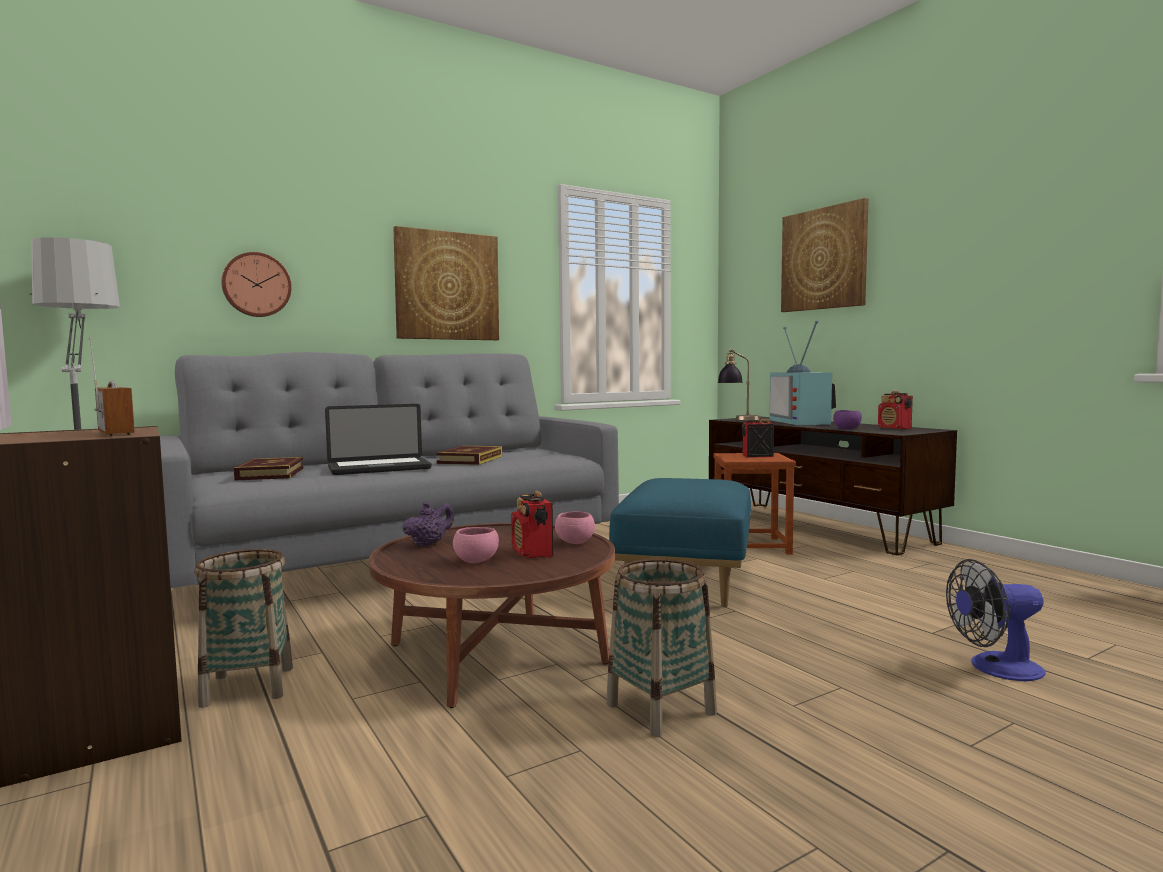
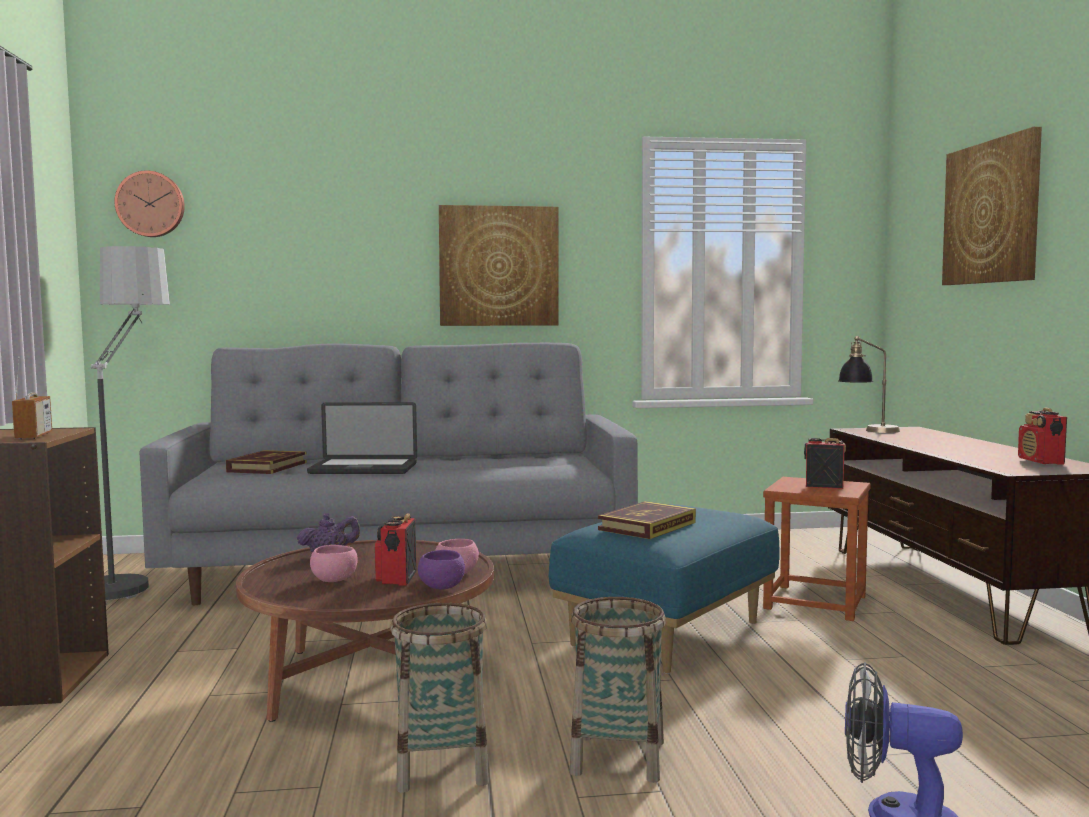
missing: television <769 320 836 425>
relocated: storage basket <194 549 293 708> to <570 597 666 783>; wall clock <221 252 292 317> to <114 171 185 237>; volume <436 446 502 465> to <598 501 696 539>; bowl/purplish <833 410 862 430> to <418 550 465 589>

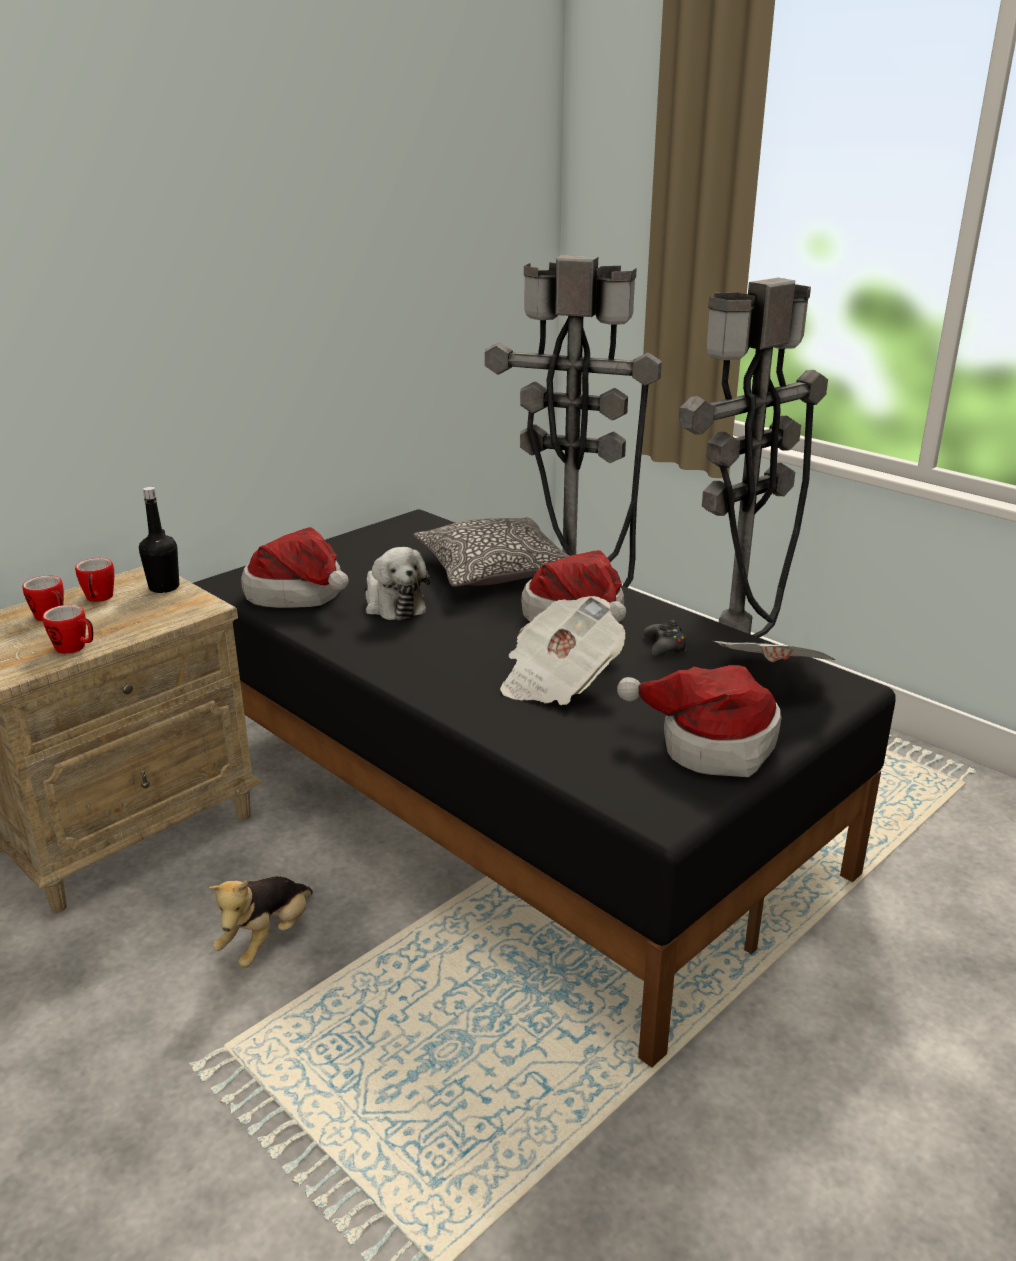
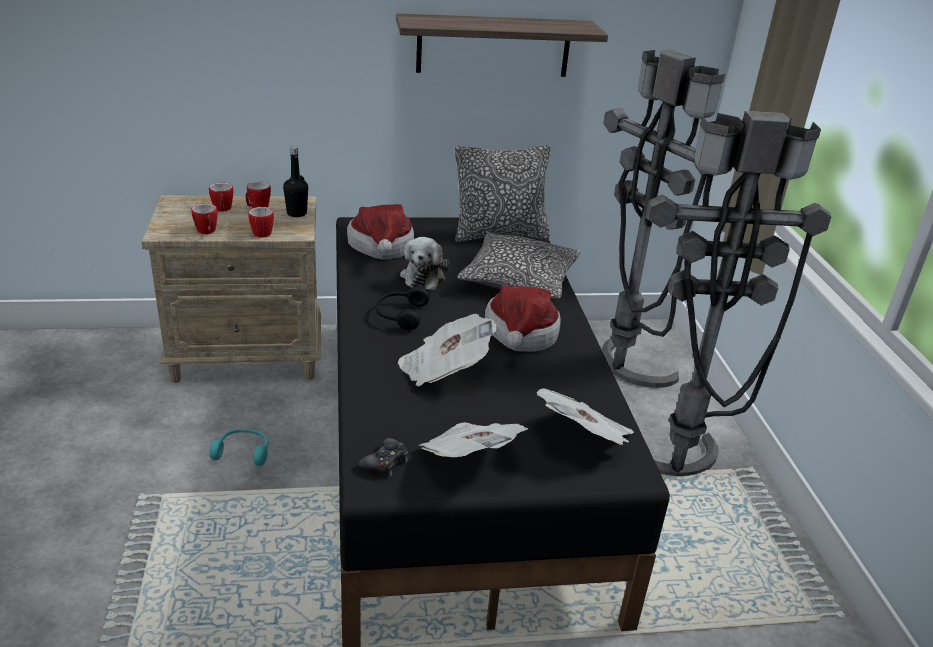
appeared: tea mug <248 206 274 238>; headset/black <376 286 430 330>; shelf <396 13 608 77>; pillow <455 145 550 242>
relocated: gamepad/black <643 620 687 656> to <359 438 408 476>
exchanged: plush toy <209 876 313 968> to headset/blue-green <209 429 268 466>; hat <617 665 781 777> to daily paper <419 422 528 457>

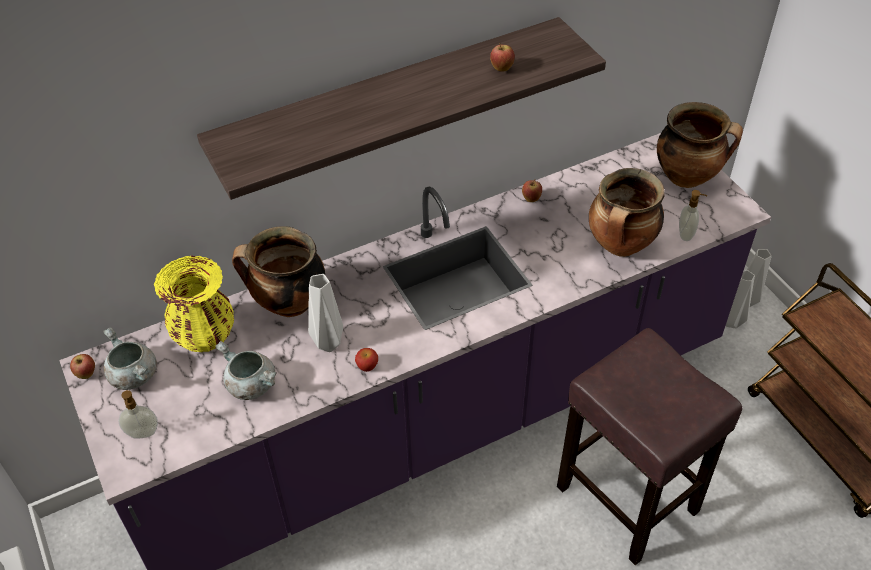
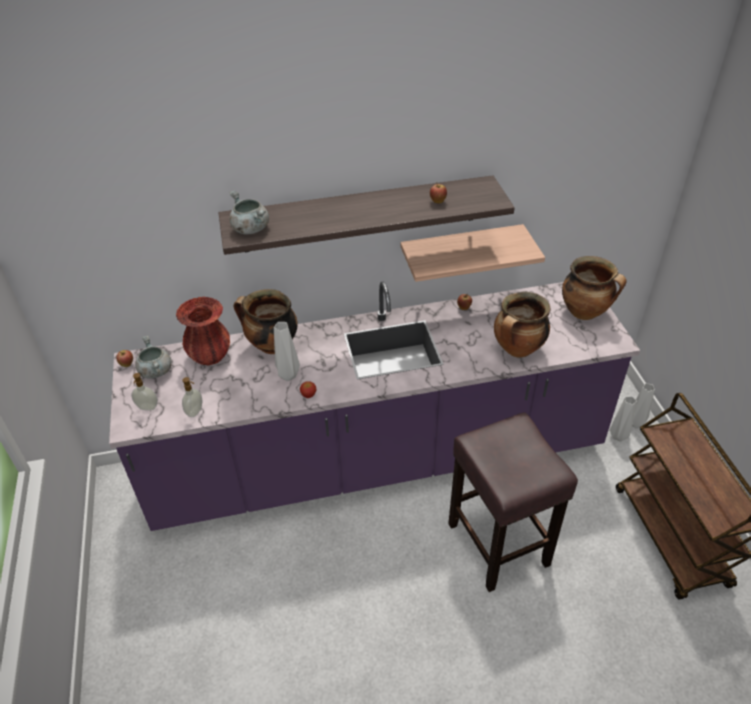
appeared: shelf <400 224 545 282>
relocated: cooking pot/grey <215 341 277 400> to <230 191 269 234>; soap bottle <679 190 707 241> to <182 377 203 417>
colour: vase/yellow-coloured <154 256 234 352> to vase/red-coloured <176 297 230 366>

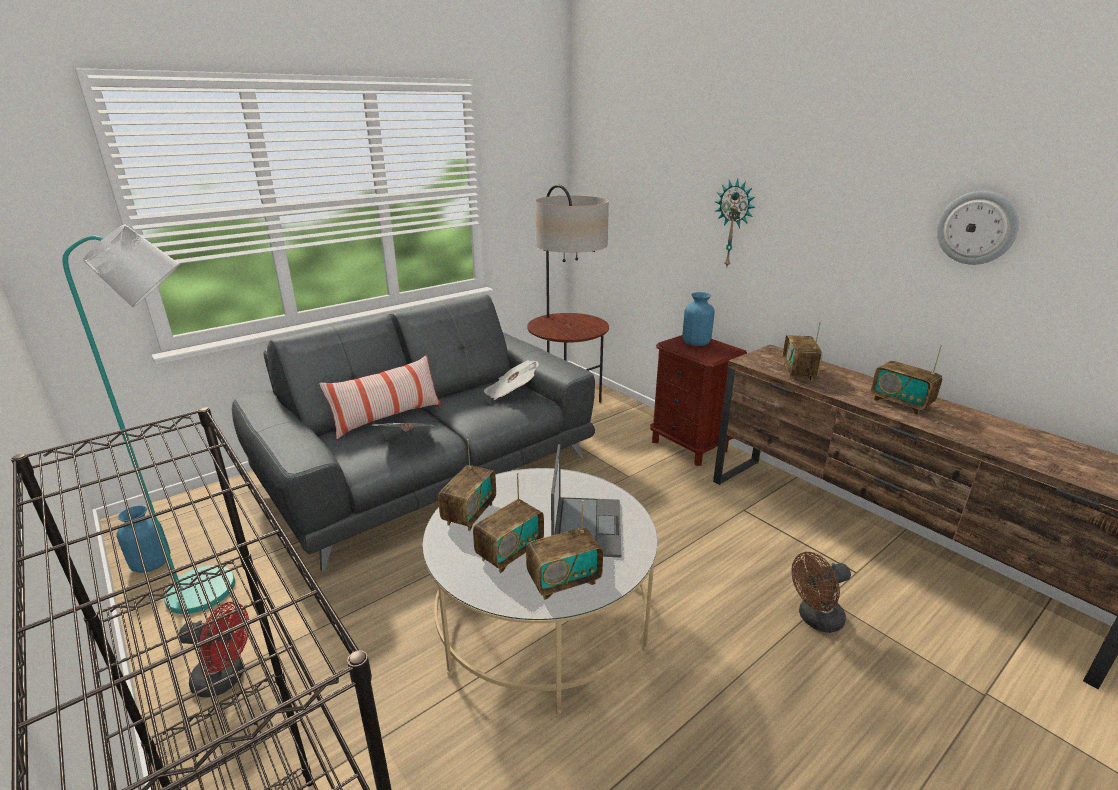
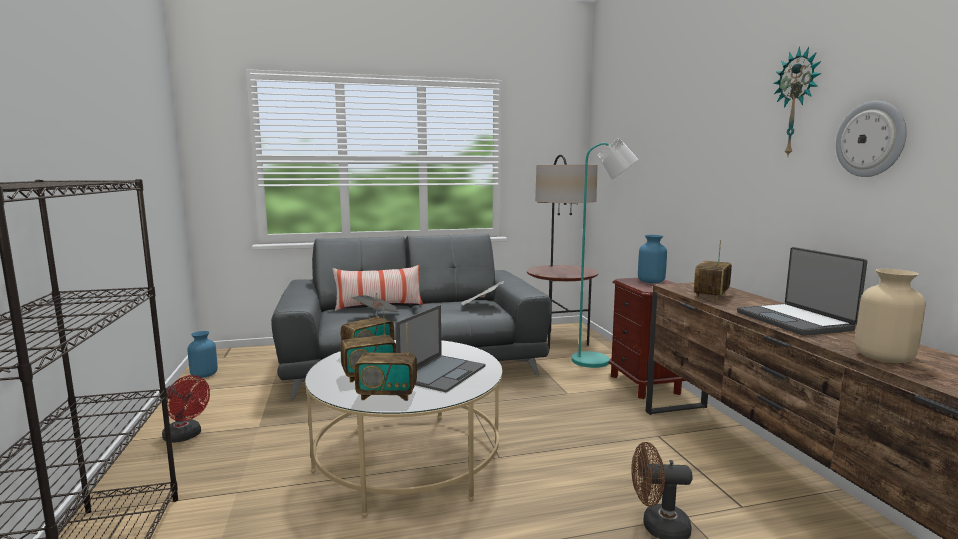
appeared: vase/beige-coloured <855 269 926 363>
relocated: standing lamp/blue-green <62 224 235 614> to <571 138 638 368>; wall clock <715 179 756 266> to <773 47 822 158>
exchanged: radio receiver <871 345 942 415> to notebook computer <737 247 867 336>

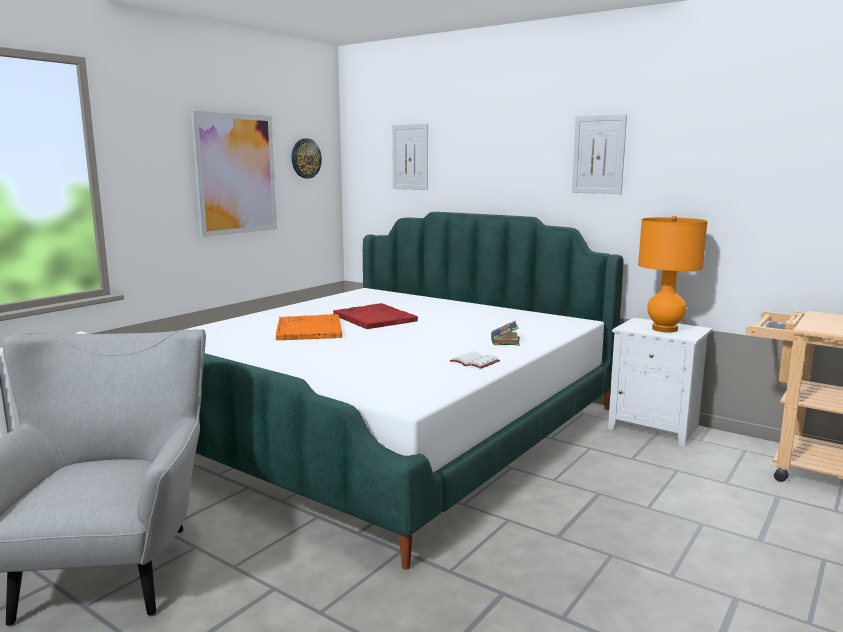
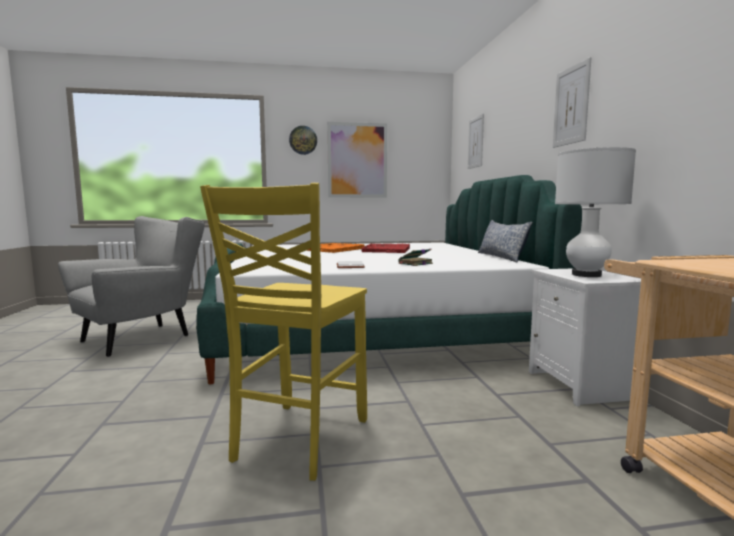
appeared: plain chair/yellow-coloured <200 183 367 481>; pillow <478 220 533 263>
relocated: wall clock <292 138 322 178> to <289 126 317 155>
colour: lamp for a table/orangey <638 215 708 332> to lamp for a table/white-coloured <555 147 636 277>

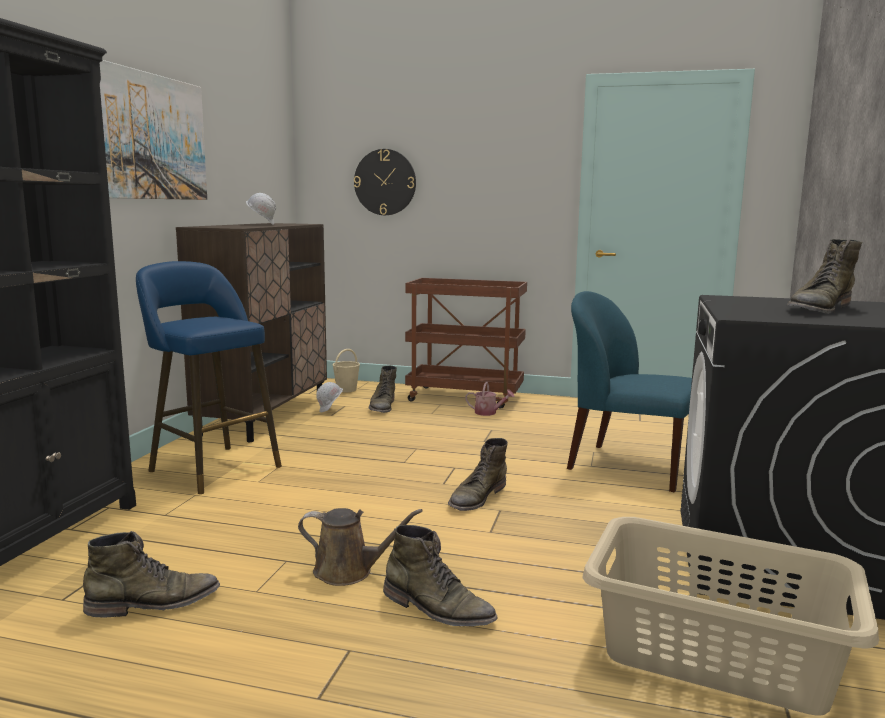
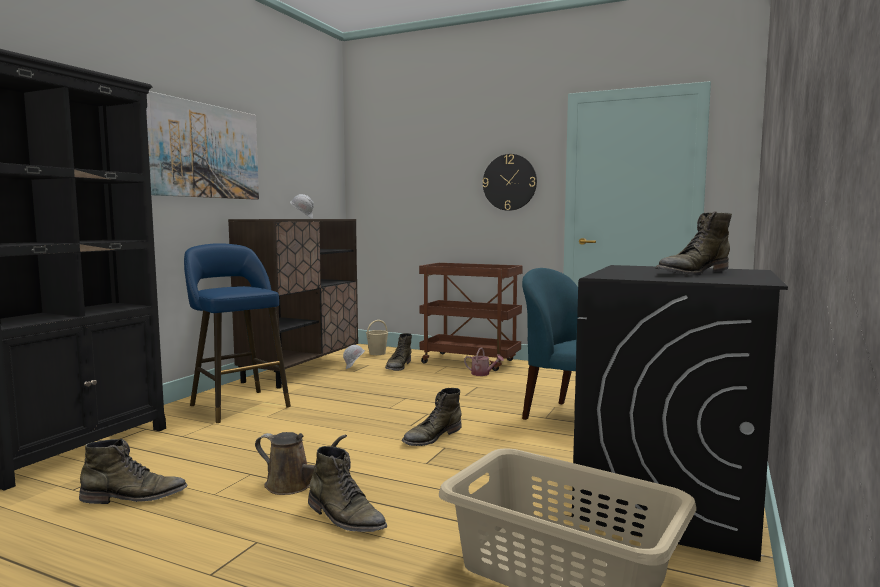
relocated: wall clock <354 149 416 215> to <483 154 537 211>

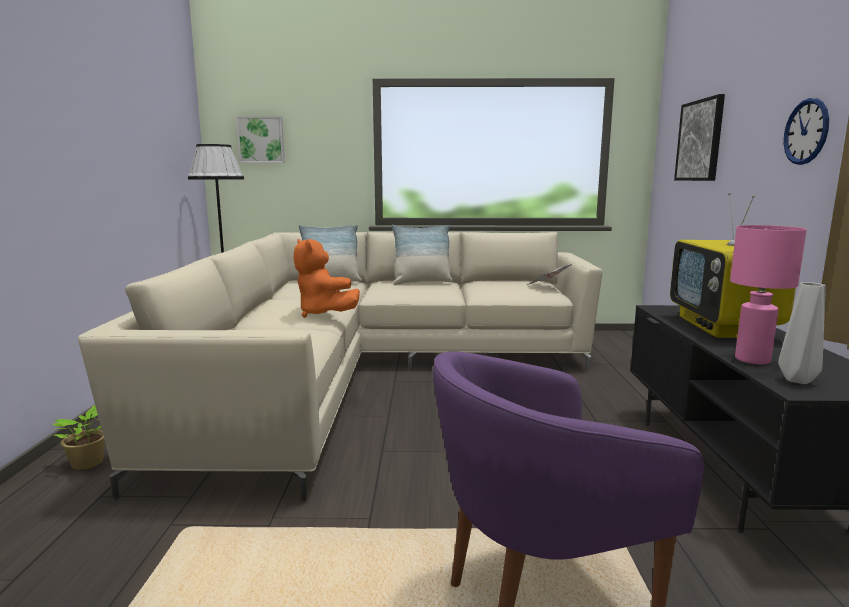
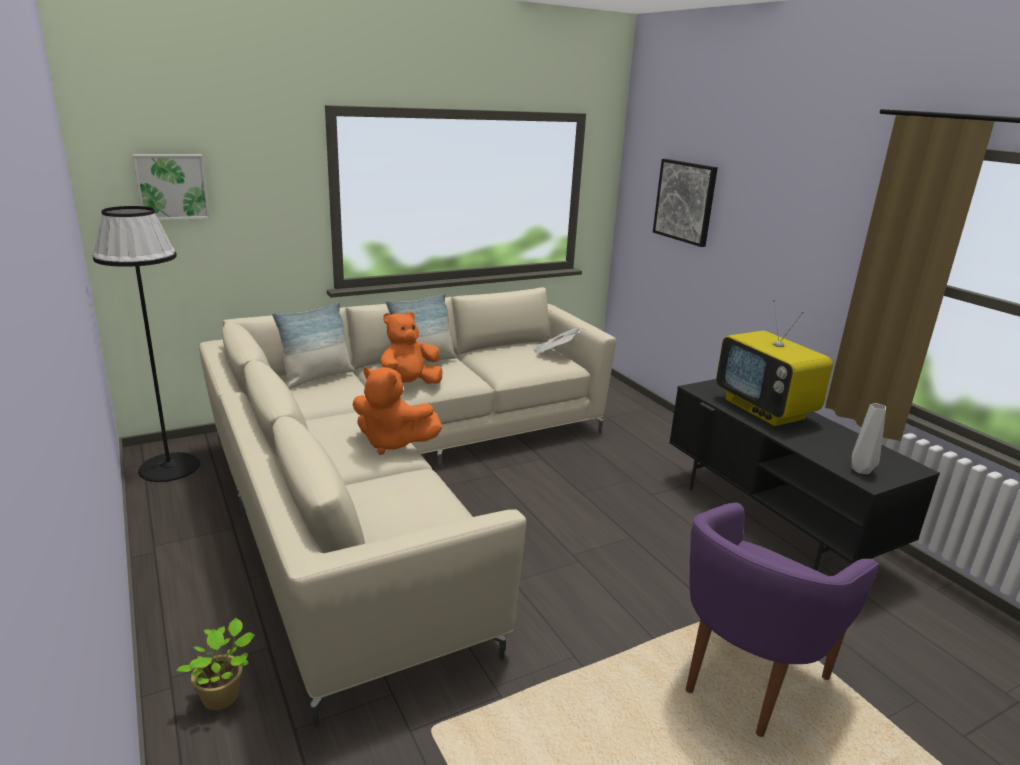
missing: lamp for a table/pinkish <730 225 807 365>; wall clock <784 98 829 165>
appeared: plush toy/orangey <380 311 442 384>

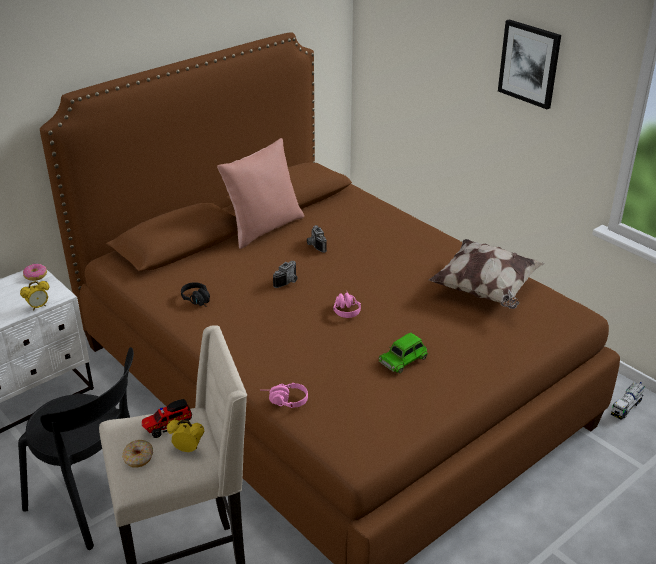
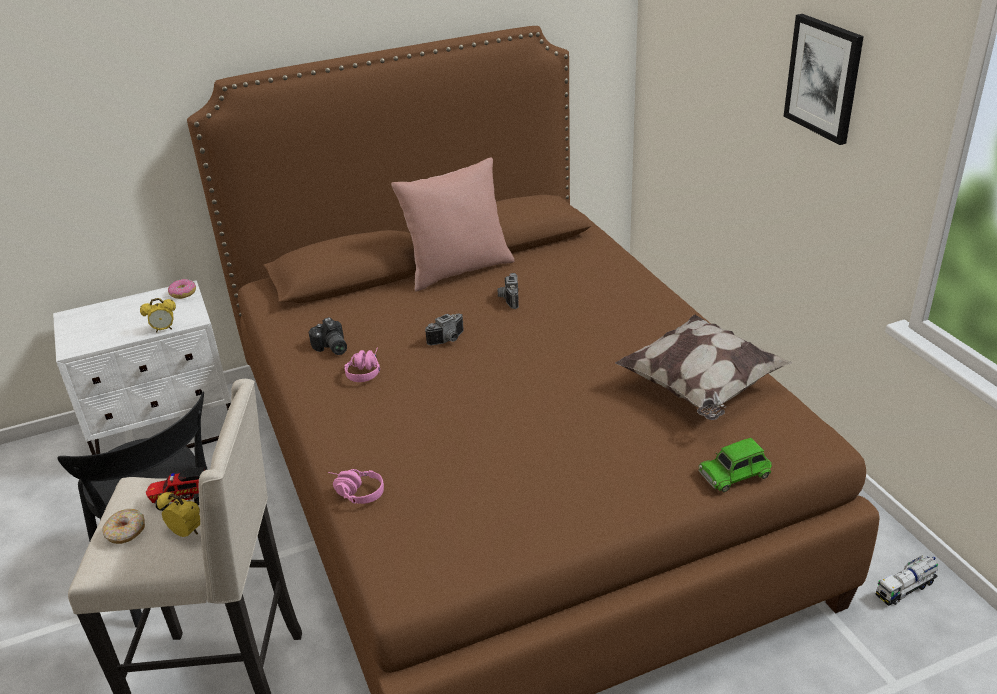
relocated: headset/pinkish <333 290 361 318> to <344 347 380 382>; toy car/green-coloured <379 333 428 373> to <698 438 772 492>
exchanged: headset/black <181 282 210 307> to still camera <309 317 347 355>

